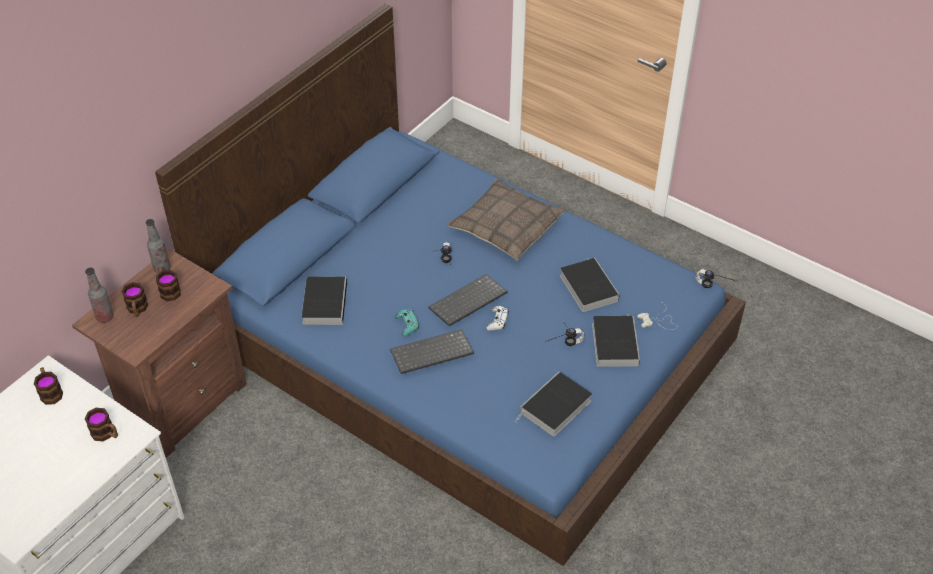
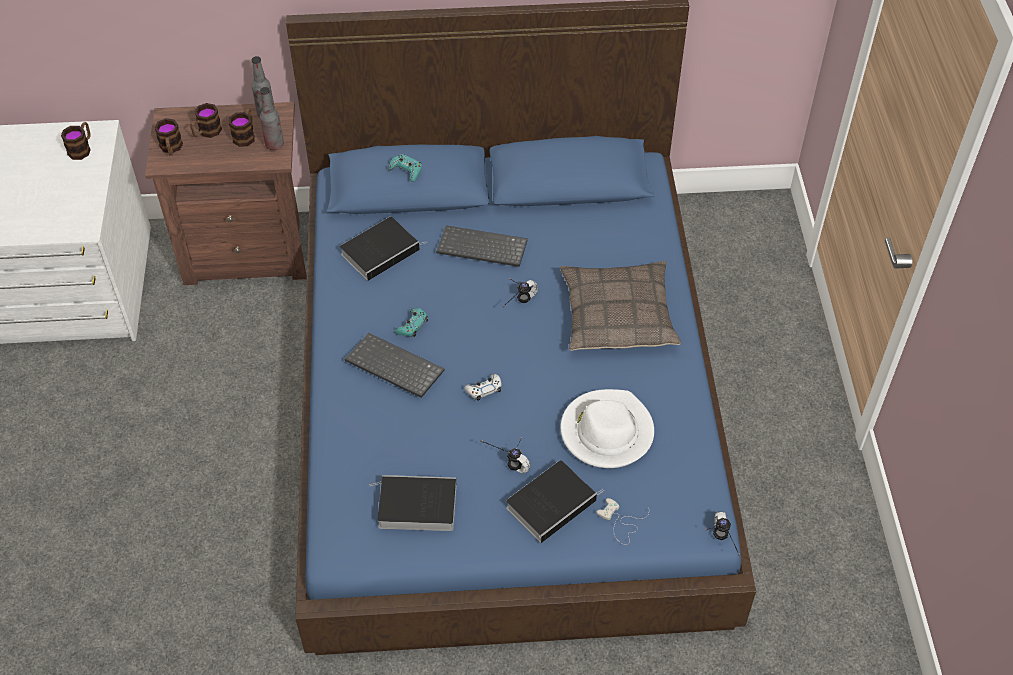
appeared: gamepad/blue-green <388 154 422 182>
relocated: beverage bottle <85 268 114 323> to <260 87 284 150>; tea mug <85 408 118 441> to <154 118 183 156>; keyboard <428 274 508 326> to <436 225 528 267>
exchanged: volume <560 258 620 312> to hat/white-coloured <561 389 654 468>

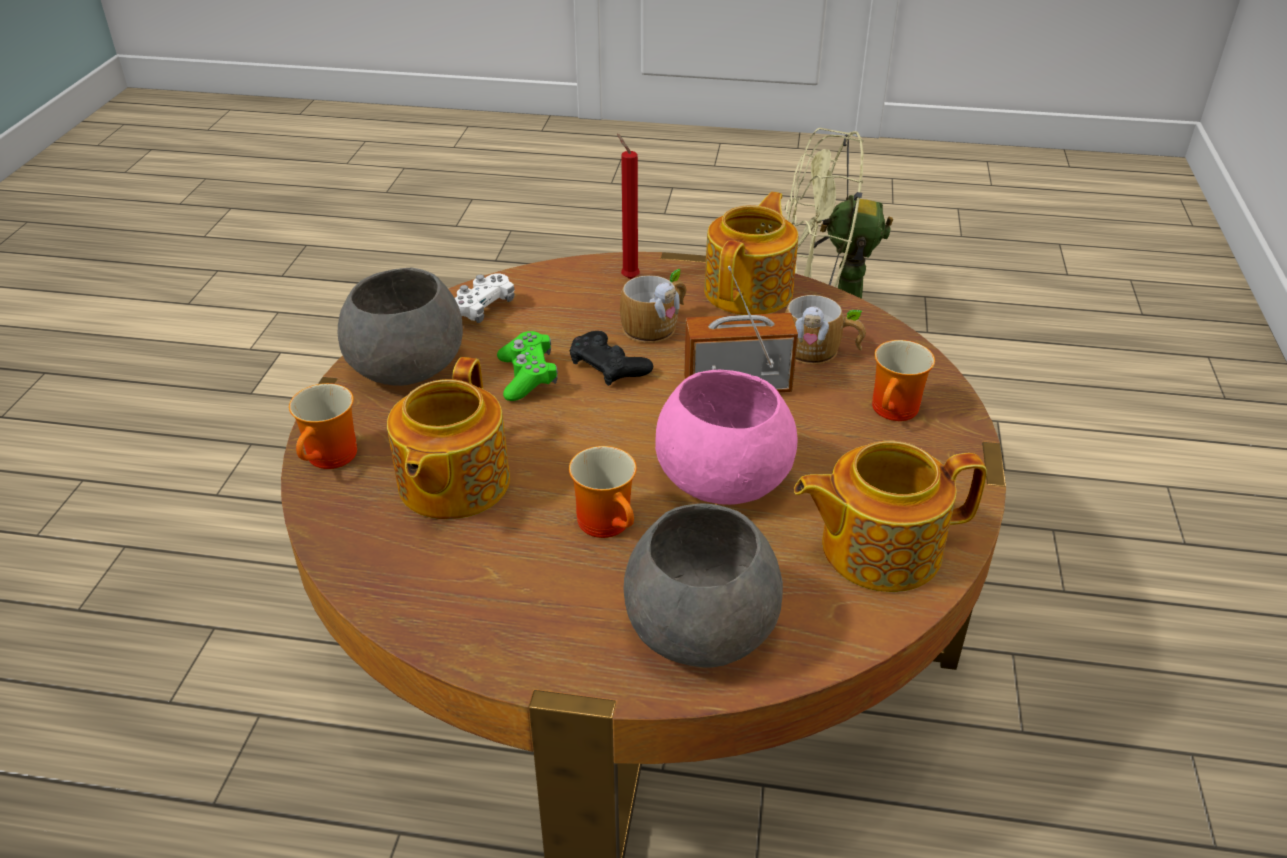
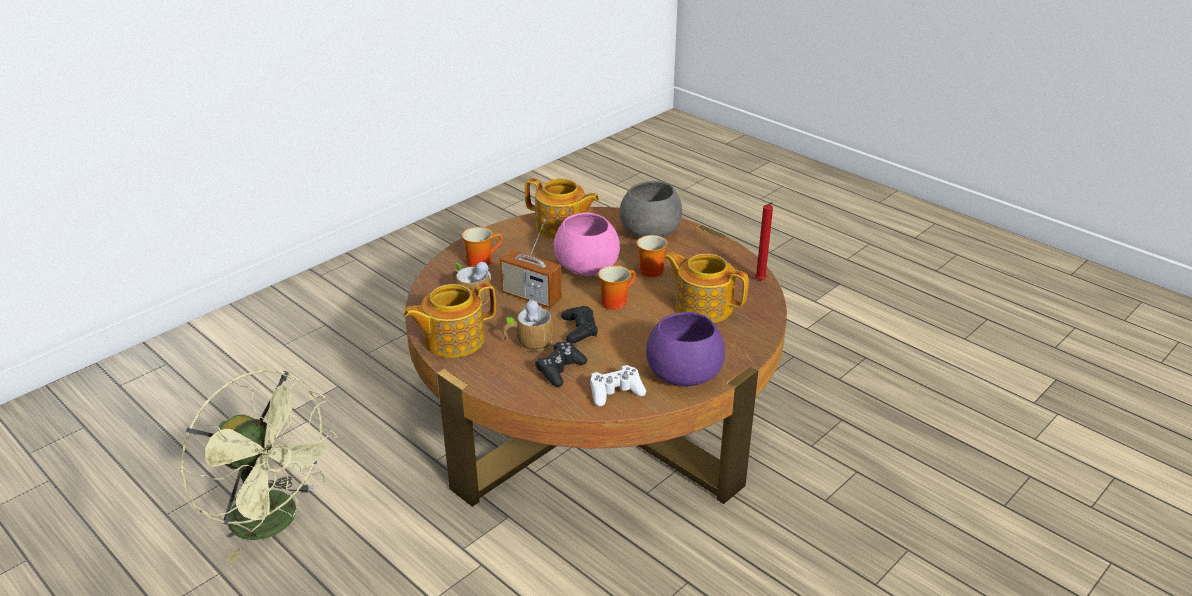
missing: gamepad/green-coloured <497 331 558 401>
appeared: gamepad/black <535 342 587 387>
relocated: tea mug <289 383 357 469> to <598 266 636 310>; candle/red-coloured <617 134 640 279> to <755 202 773 281>
colour: bowl/grey <338 268 463 386> to bowl/purplish <646 312 725 386>
spun: tea pot <387 357 510 519> = <663 252 749 323> 105 degrees counterclockwise

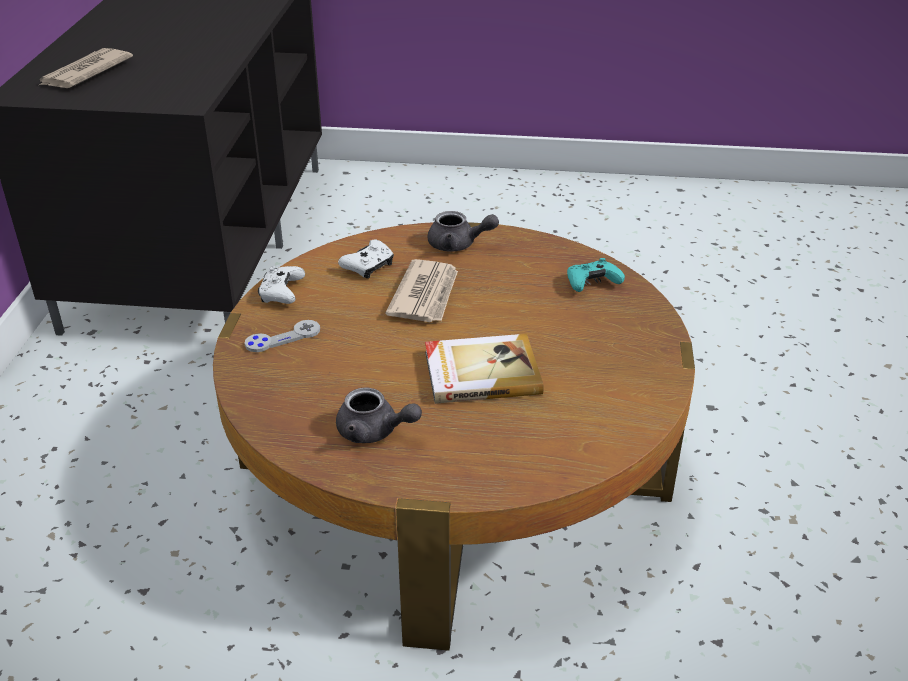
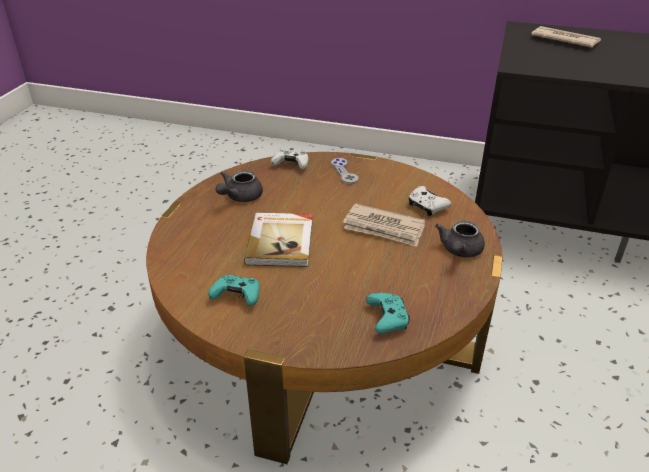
appeared: gamepad/blue-green <208 275 260 306>
relocated: gamepad/white-coloured <258 266 305 304> to <271 150 308 170>

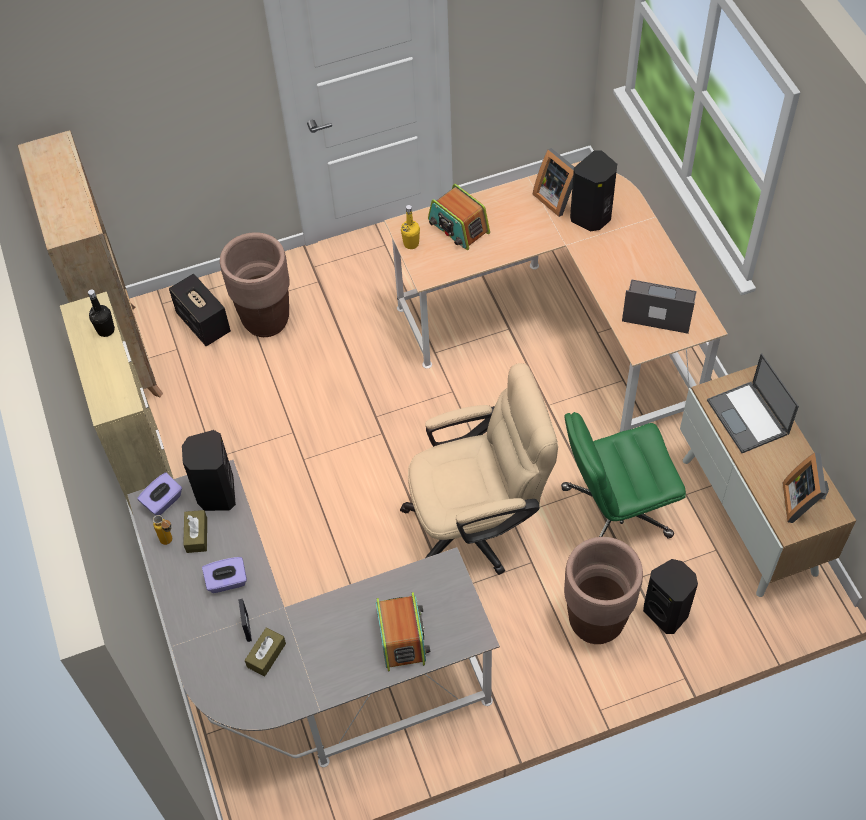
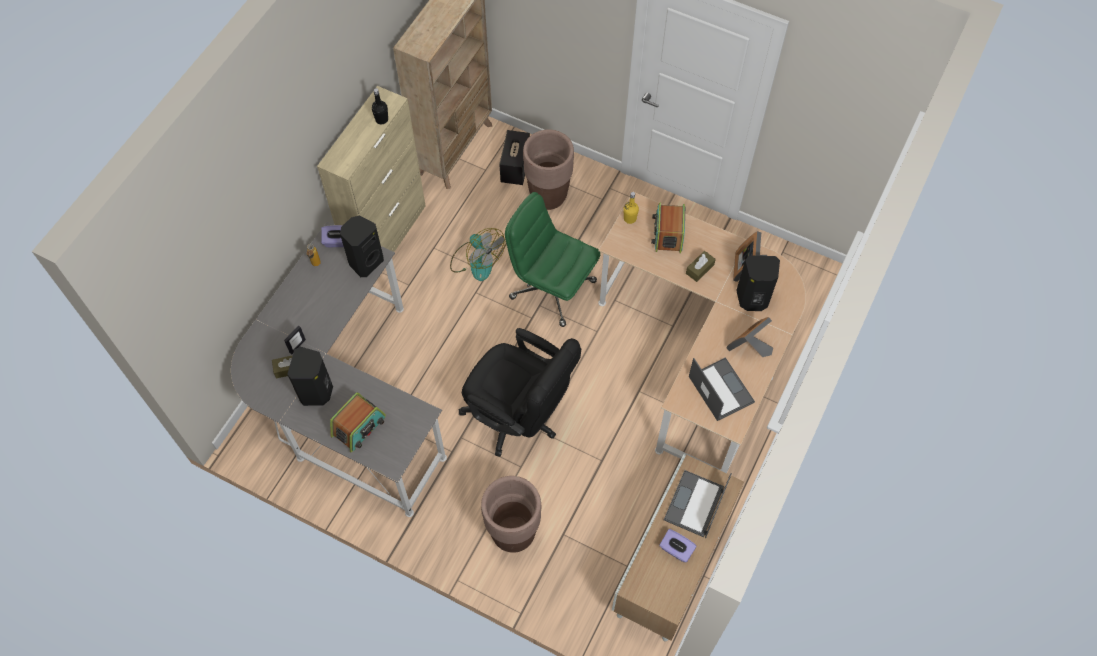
appeared: cooling fan <450 228 505 281>
relocated: box of tissues/brown-coloured <183 510 207 553> to <686 251 716 282>; box of tissues/purplish <202 557 247 593> to <659 529 696 562>; computer chair/green-coloured <561 412 686 539> to <505 192 600 327>; speaker/black <643 559 698 634> to <287 347 333 406>; photo frame <783 452 829 523> to <727 317 773 357>
colour: computer chair/beige-coloured <400 363 558 575> to computer chair/black <459 328 581 457>

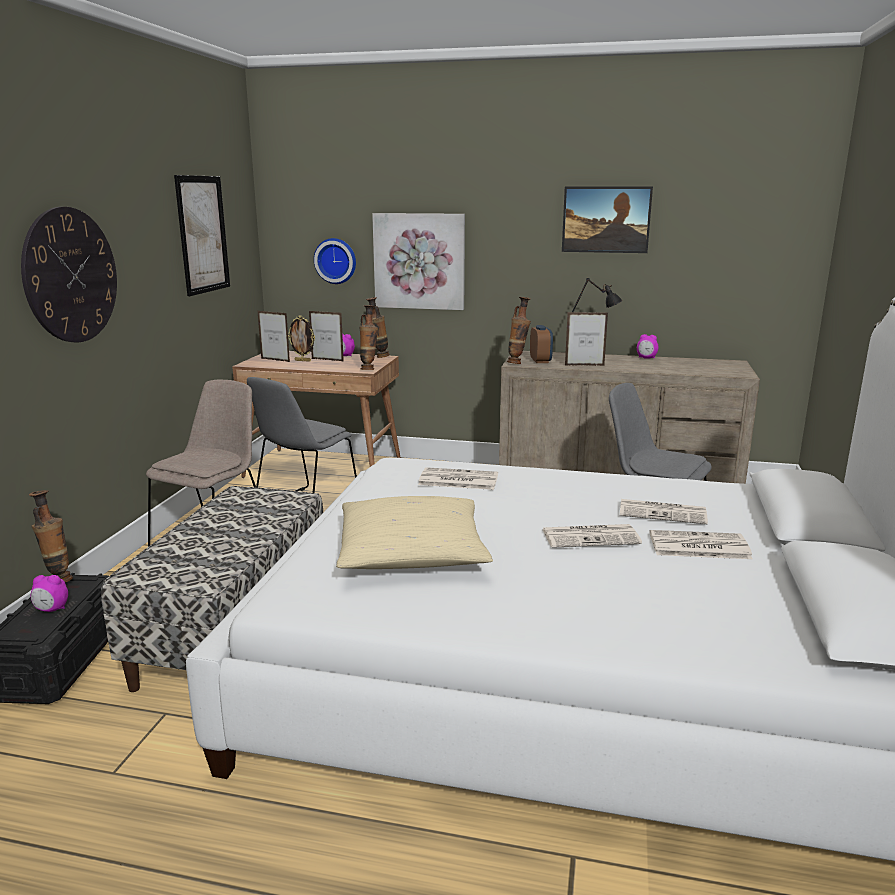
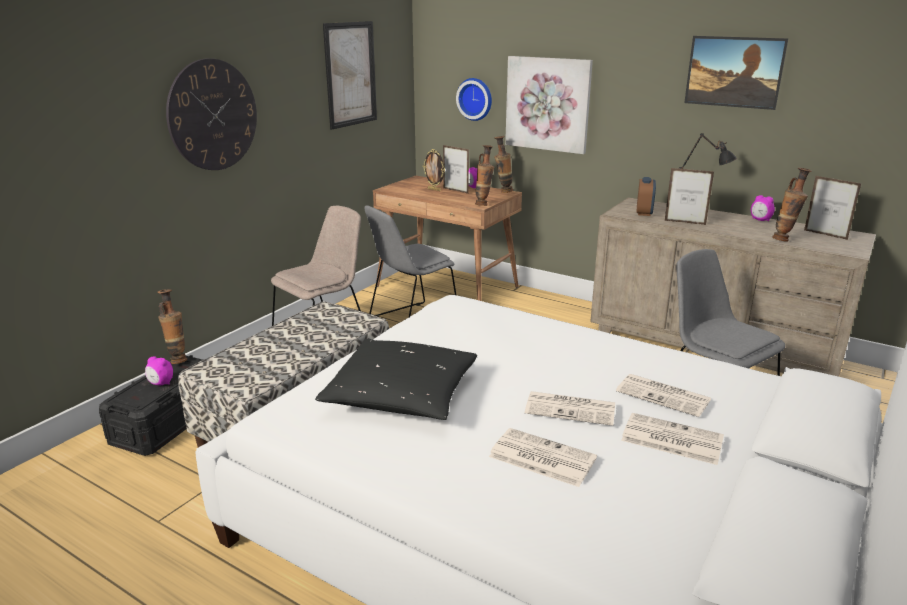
relocated: photo frame <258 311 290 362> to <804 176 862 240>; daily paper <418 467 498 490> to <489 428 597 487>; vase <507 297 531 364> to <772 168 812 242>
colour: pillow/beige-coloured <336 496 493 569> to pillow/black <315 339 477 420>

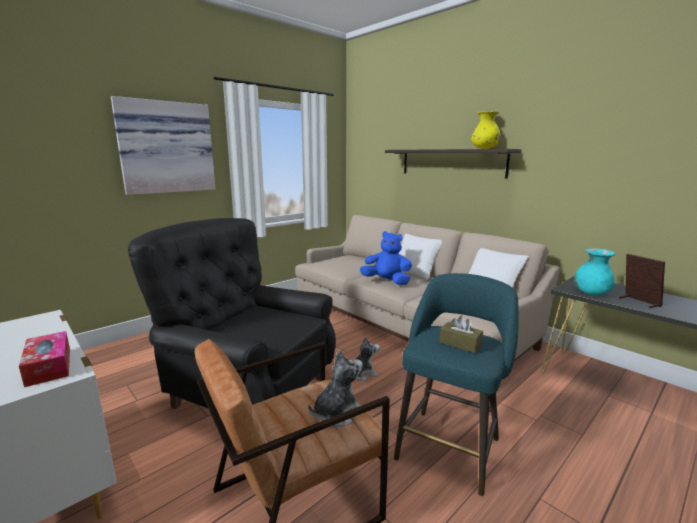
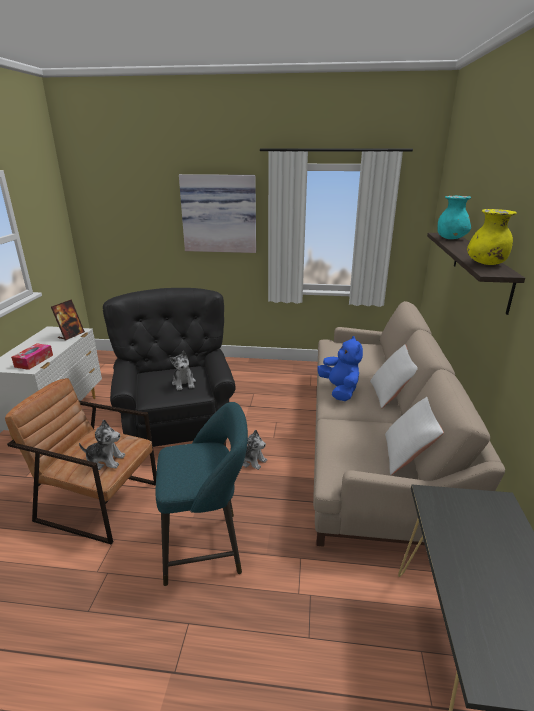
missing: box of tissues/brown-coloured <440 315 483 353>
appeared: plush toy <169 351 196 390>
relocated: vase/blue-green <574 248 616 295> to <438 195 471 239>; photo frame <619 254 665 308> to <51 299 85 340>

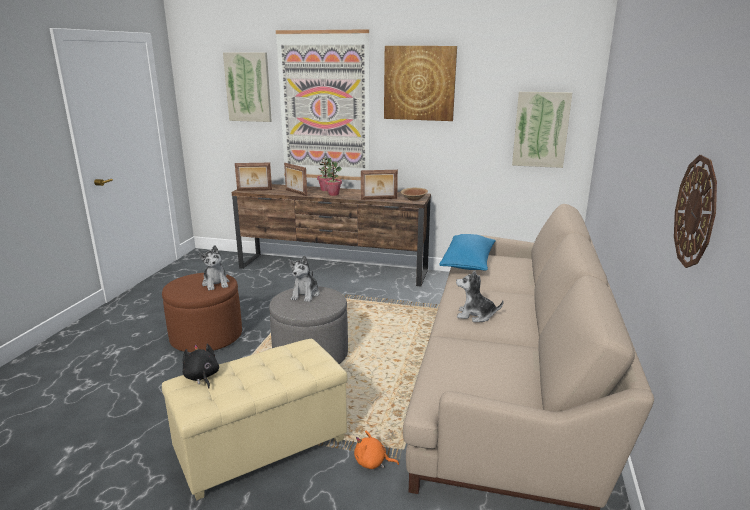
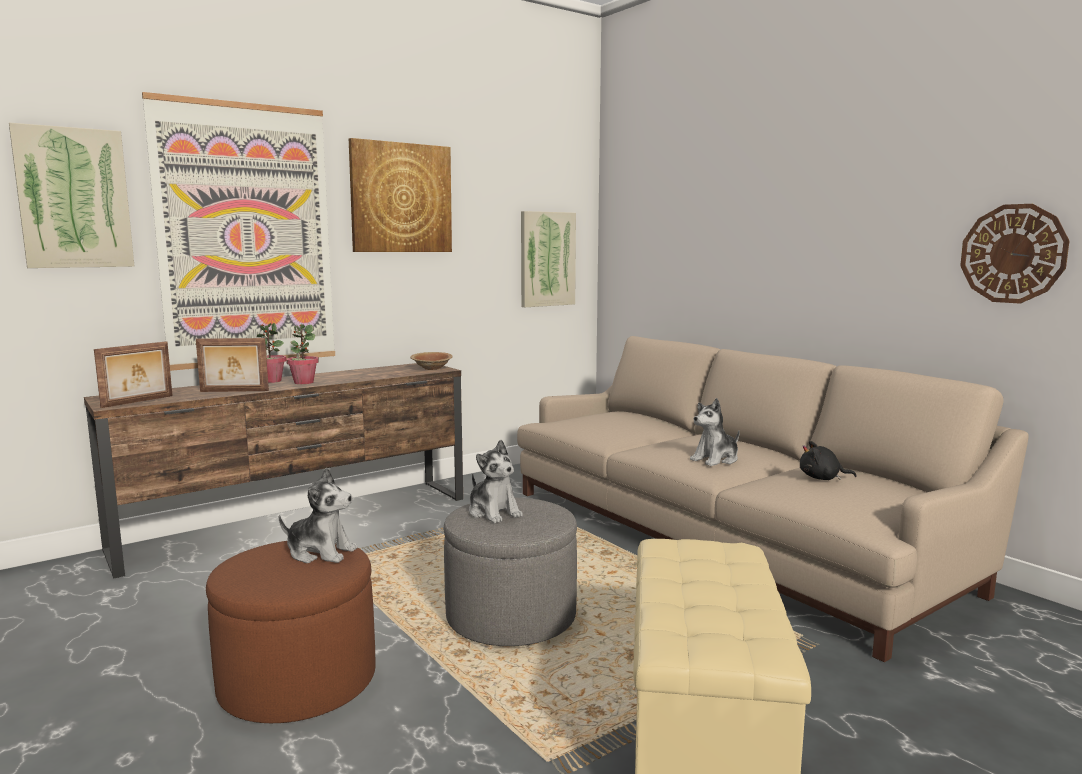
missing: plush toy/orangey <354 430 399 469>; photo frame <361 170 398 200>; pillow/bluish <440 234 496 271>
relocated: plush toy/black <183 343 219 389> to <800 441 857 480>

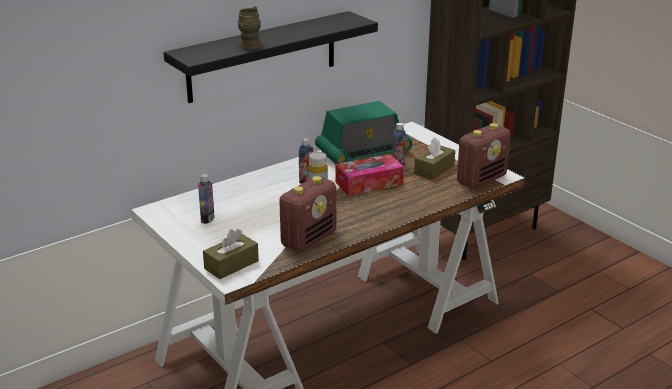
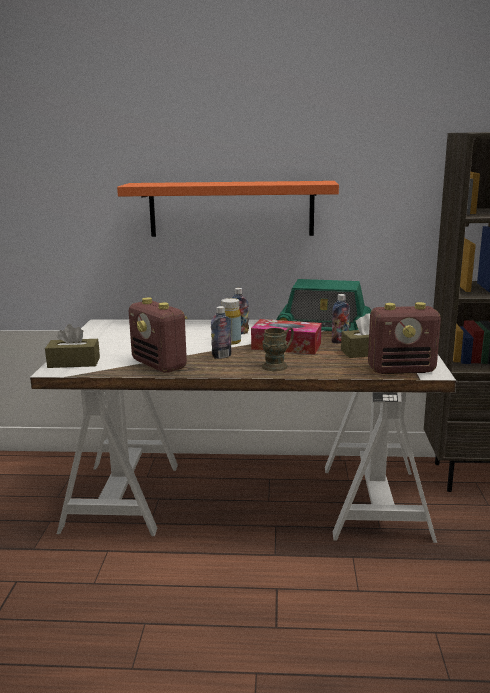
relocated: beverage bottle <198 174 215 224> to <211 306 232 359>; tea mug/brown-coloured <237 6 262 49> to <262 328 294 371>
colour: shelf/black <163 11 378 103> to shelf/orangey <117 181 339 237>
spun: radio receiver <279 176 336 252> = <129 297 187 373> 60 degrees clockwise

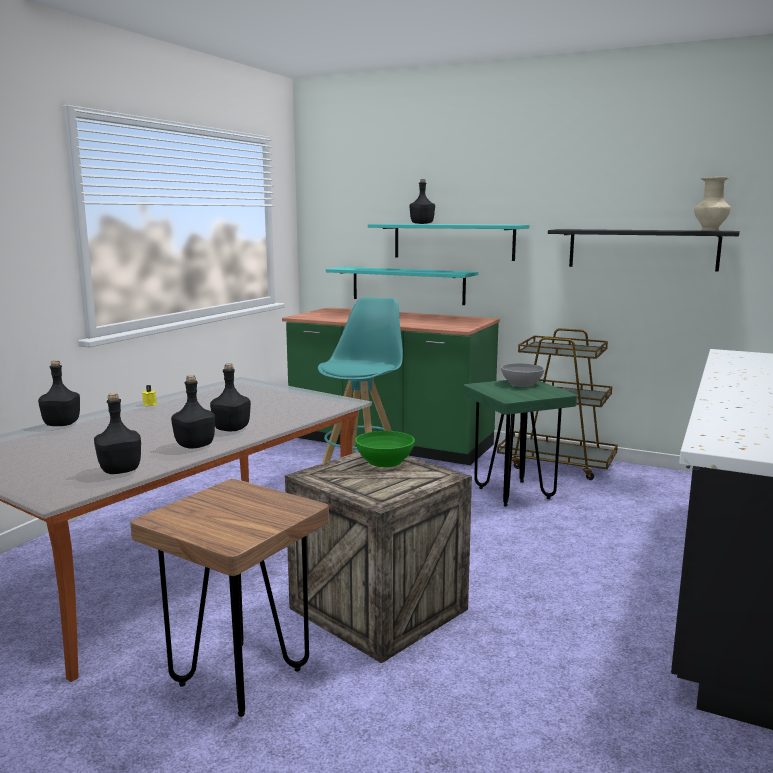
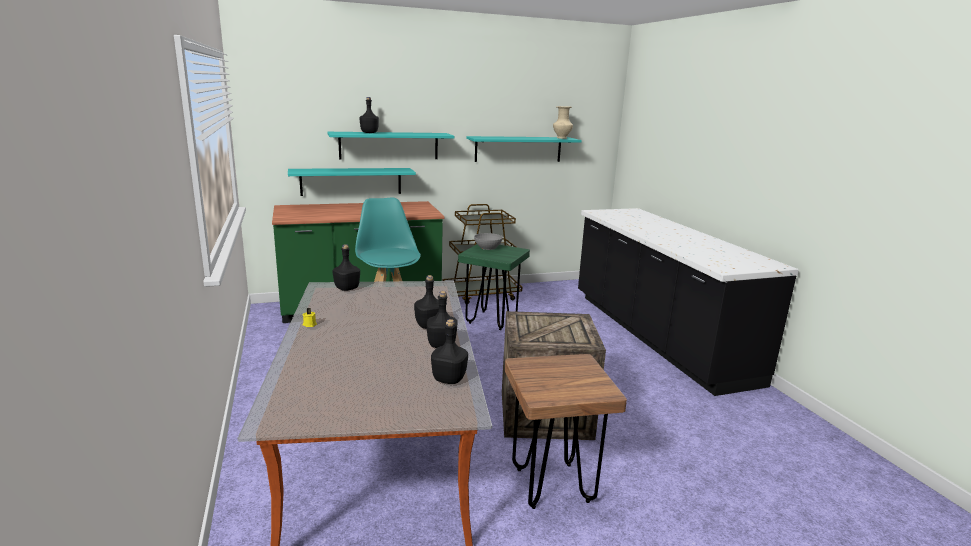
missing: bowl/green-coloured <355 431 415 467>
relocated: beverage bottle/black <38 360 80 426> to <332 244 360 291>
colour: shelf/black <548 229 740 271> to shelf/blue-green <466 136 582 162>

